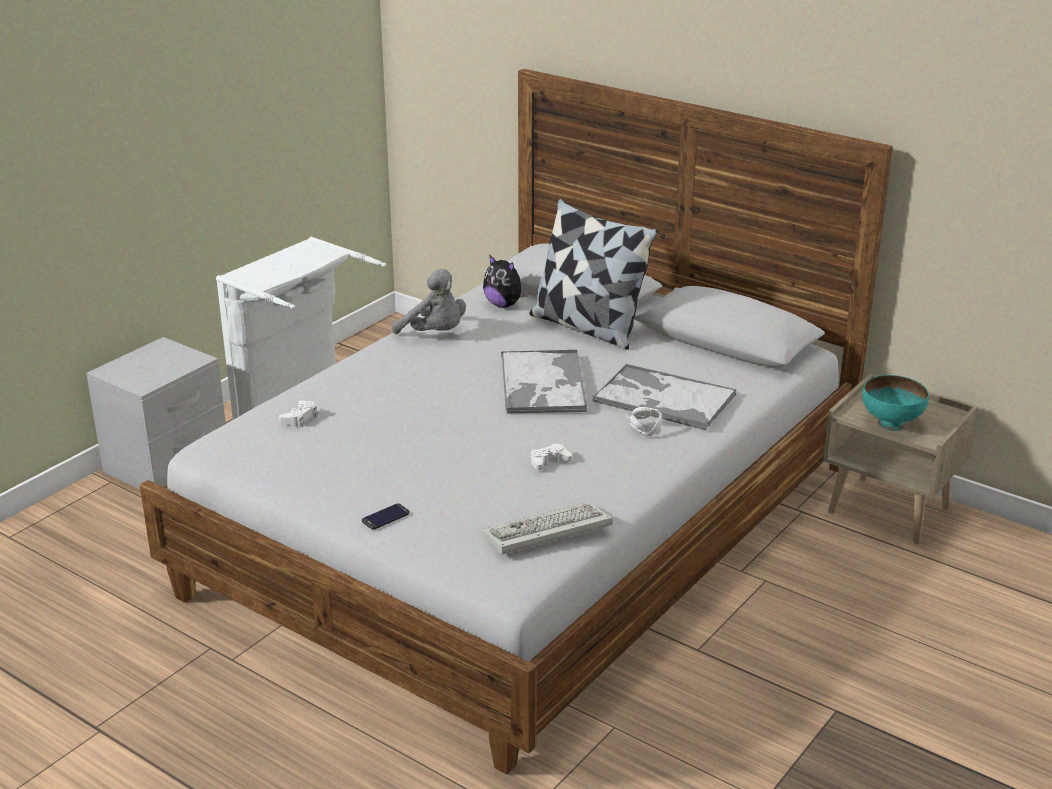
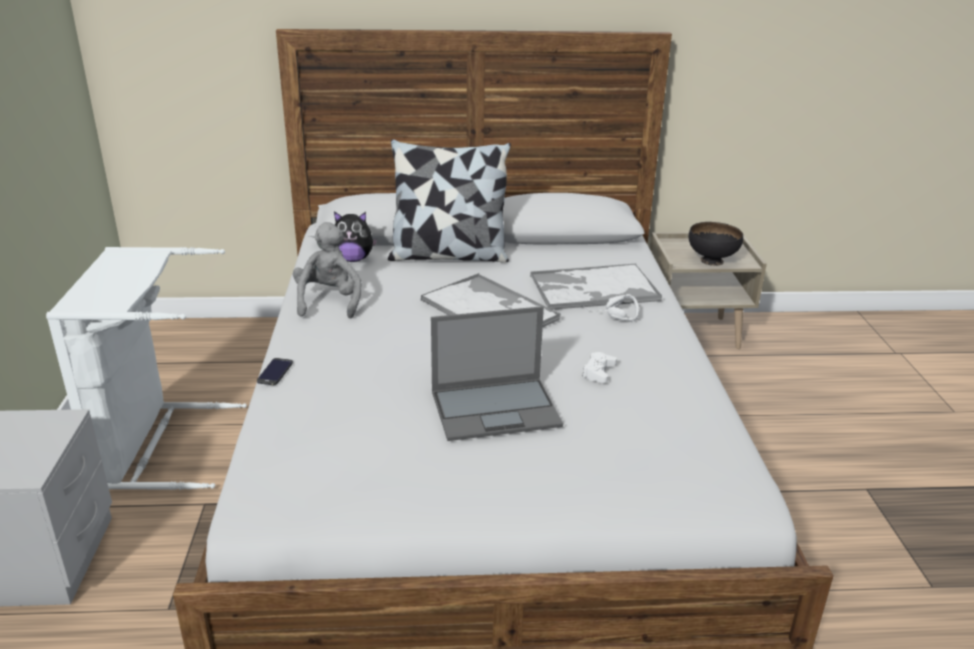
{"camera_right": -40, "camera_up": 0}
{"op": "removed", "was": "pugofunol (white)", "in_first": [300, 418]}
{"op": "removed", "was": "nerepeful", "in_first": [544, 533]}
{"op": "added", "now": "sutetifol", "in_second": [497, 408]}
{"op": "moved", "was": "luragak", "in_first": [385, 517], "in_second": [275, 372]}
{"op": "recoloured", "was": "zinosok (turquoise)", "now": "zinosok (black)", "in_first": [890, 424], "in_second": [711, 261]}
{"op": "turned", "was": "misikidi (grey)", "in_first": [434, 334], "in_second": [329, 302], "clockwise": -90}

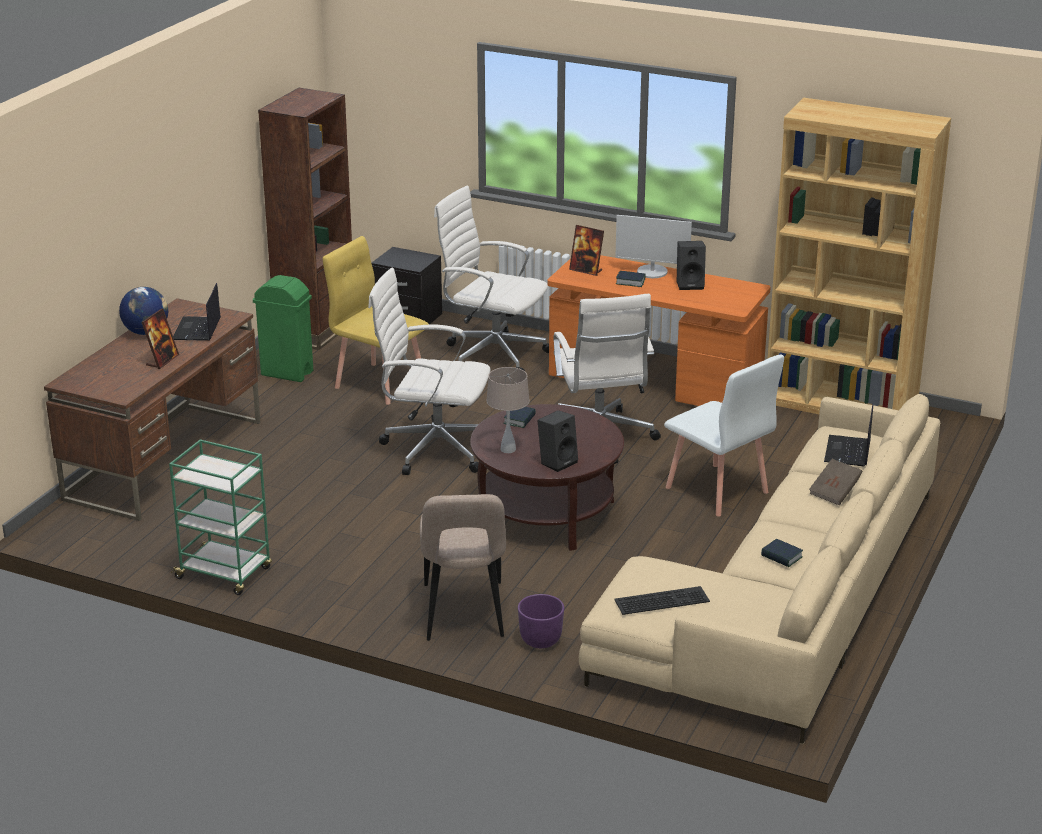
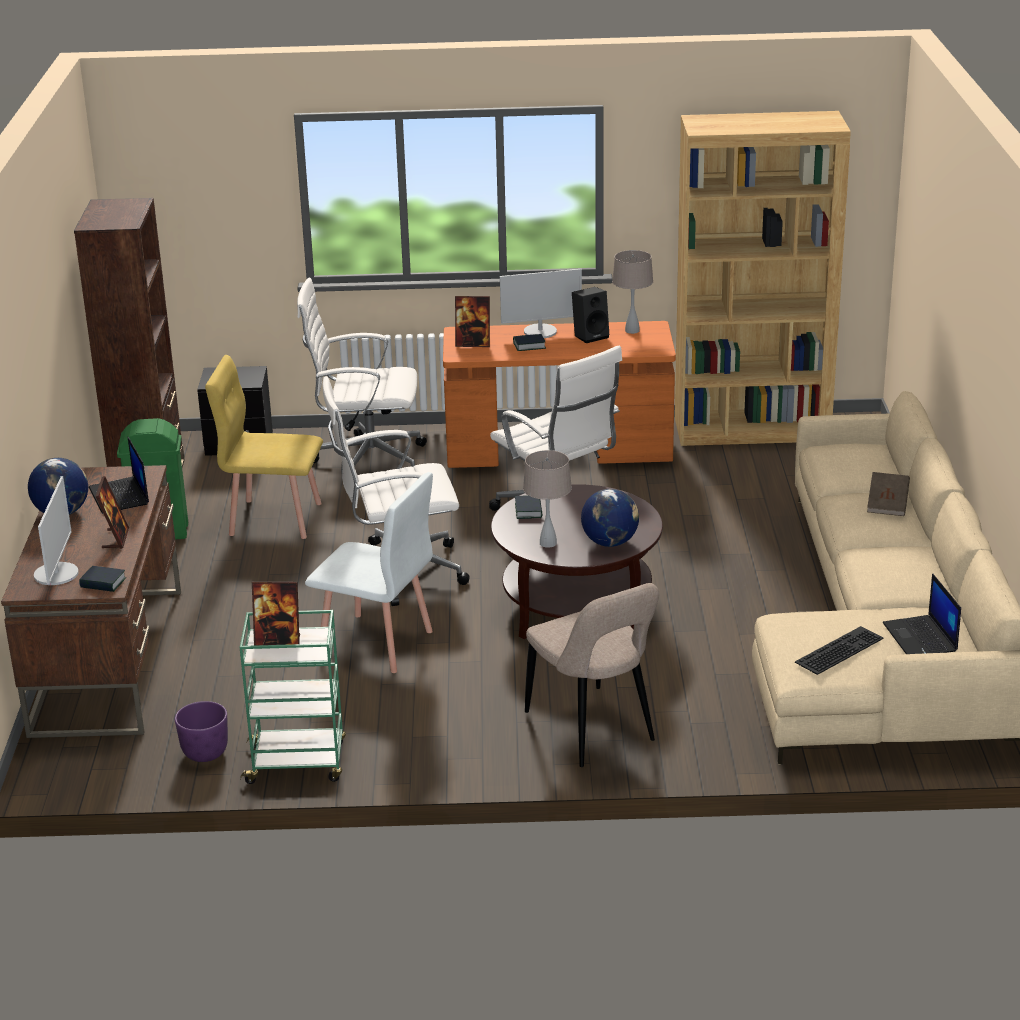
{"camera_right": -25, "camera_up": 0}
{"op": "added", "now": "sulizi", "in_second": [57, 574]}
{"op": "added", "now": "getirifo", "in_second": [278, 641]}
{"op": "added", "now": "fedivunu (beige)", "in_second": [632, 330]}
{"op": "moved", "was": "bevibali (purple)", "in_first": [540, 641], "in_second": [204, 754]}
{"op": "moved", "was": "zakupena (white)", "in_first": [717, 490], "in_second": [376, 643]}
{"op": "moved", "was": "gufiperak", "in_first": [781, 557], "in_second": [103, 583]}
{"op": "moved", "was": "sutetifol", "in_first": [848, 452], "in_second": [921, 638]}
{"op": "replaced", "was": "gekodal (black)", "now": "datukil", "in_first": [557, 462], "in_second": [610, 542]}

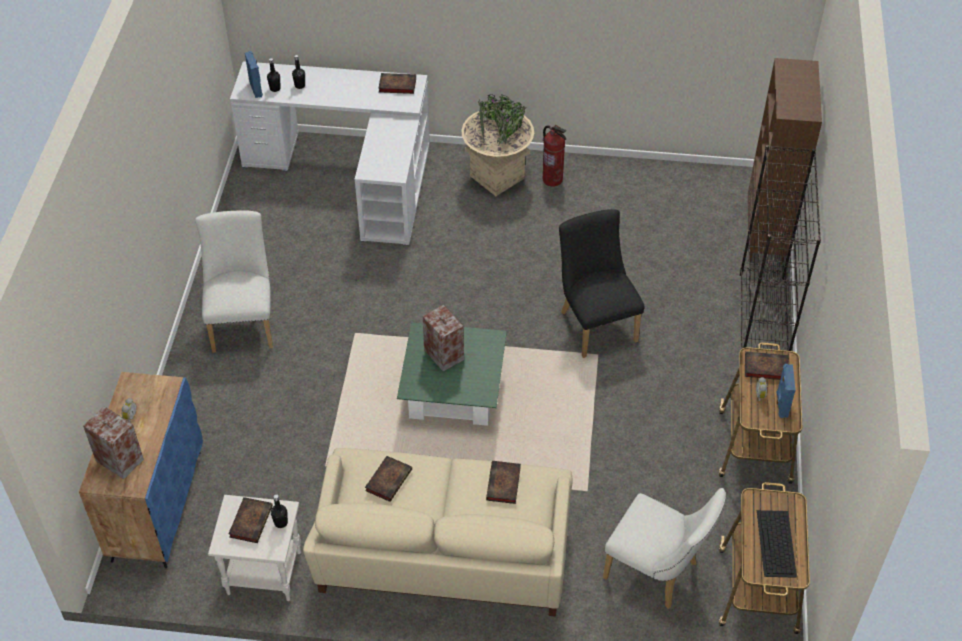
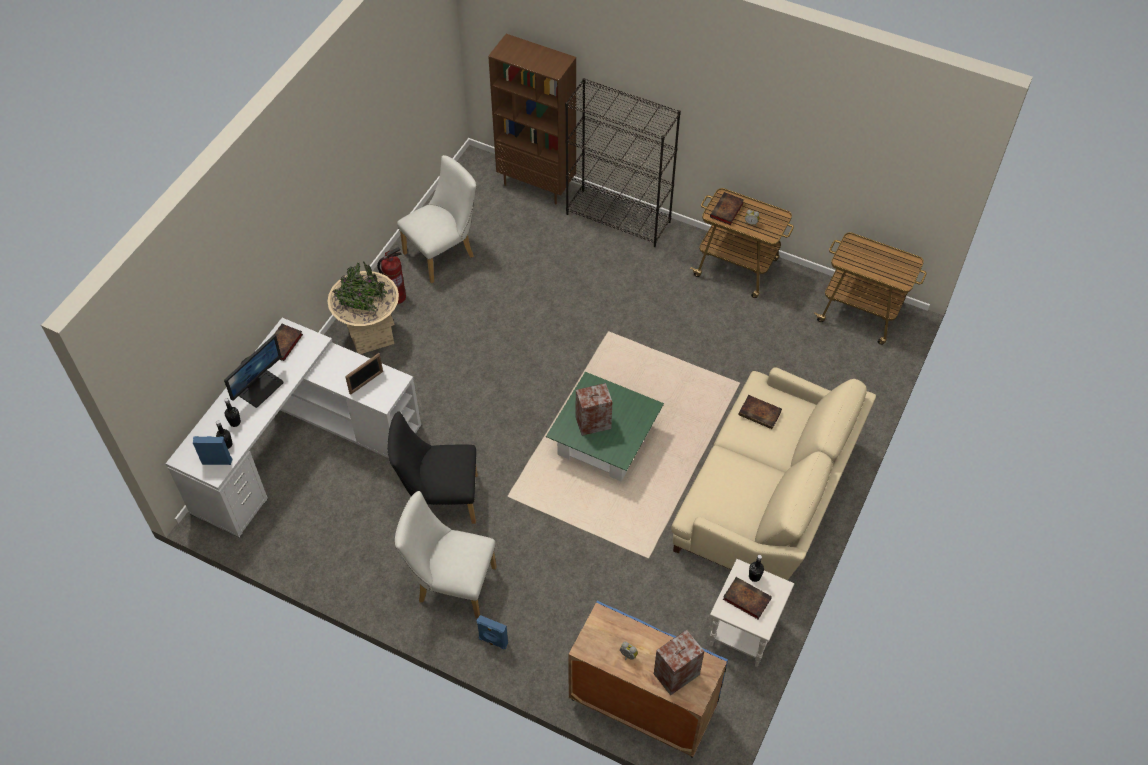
{"camera_right": -70, "camera_up": 5}
{"op": "removed", "was": "gufiperak", "in_first": [389, 479]}
{"op": "removed", "was": "nerepeful", "in_first": [776, 544]}
{"op": "added", "now": "sulizi", "in_second": [260, 388]}
{"op": "added", "now": "getirifo", "in_second": [366, 382]}
{"op": "moved", "was": "zakupena (black)", "in_first": [595, 322], "in_second": [439, 499]}
{"op": "moved", "was": "zakupena (white)", "in_first": [657, 573], "in_second": [443, 253]}
{"op": "moved", "was": "gekodal (blue)", "in_first": [781, 404], "in_second": [493, 641]}

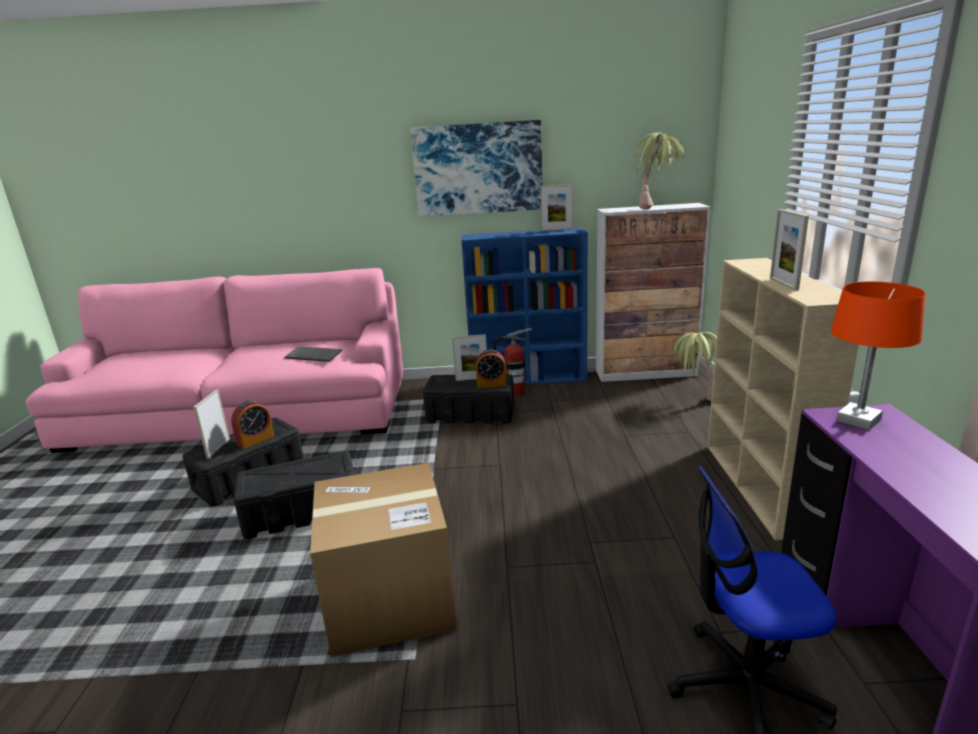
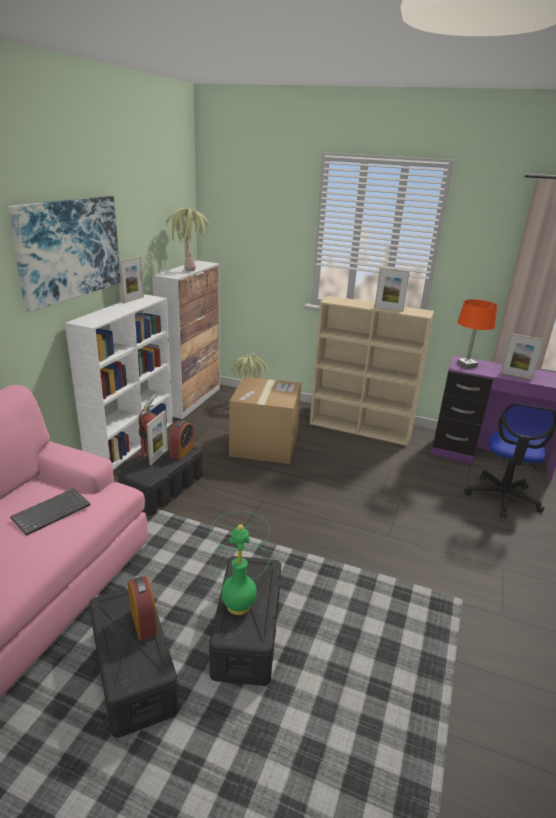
{"camera_right": -70, "camera_up": 5}
{"op": "added", "now": "fedivunu (green)", "in_second": [238, 605]}
{"op": "moved", "was": "getirifo", "in_first": [218, 448], "in_second": [516, 376]}
{"op": "moved", "was": "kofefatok", "in_first": [390, 600], "in_second": [264, 444]}
{"op": "recoloured", "was": "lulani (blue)", "now": "lulani (white)", "in_first": [529, 378], "in_second": [132, 442]}

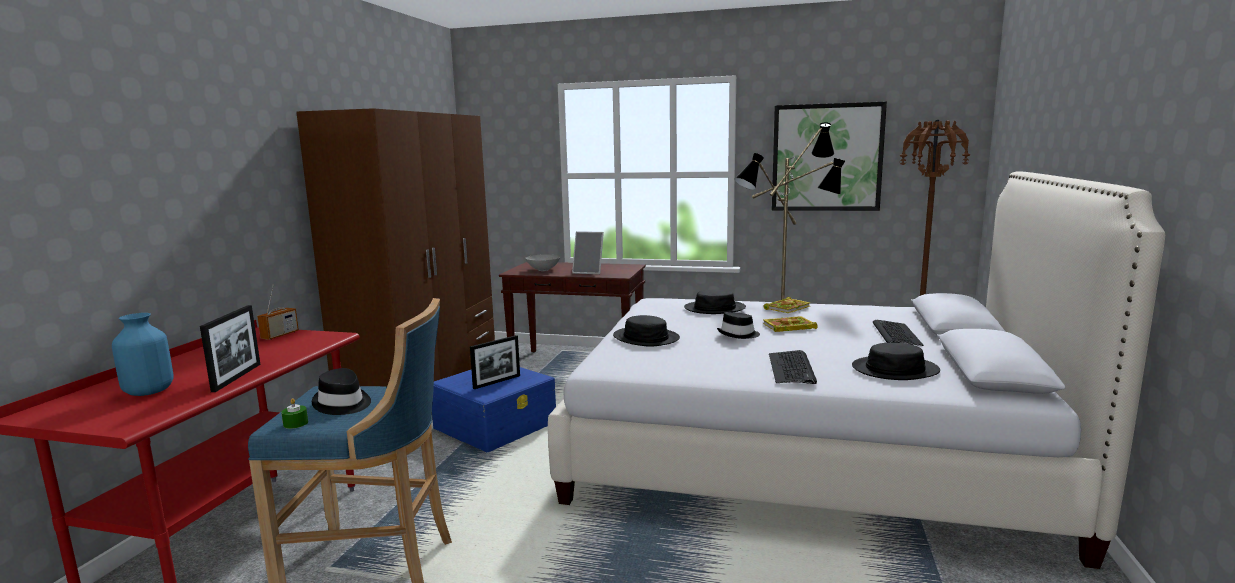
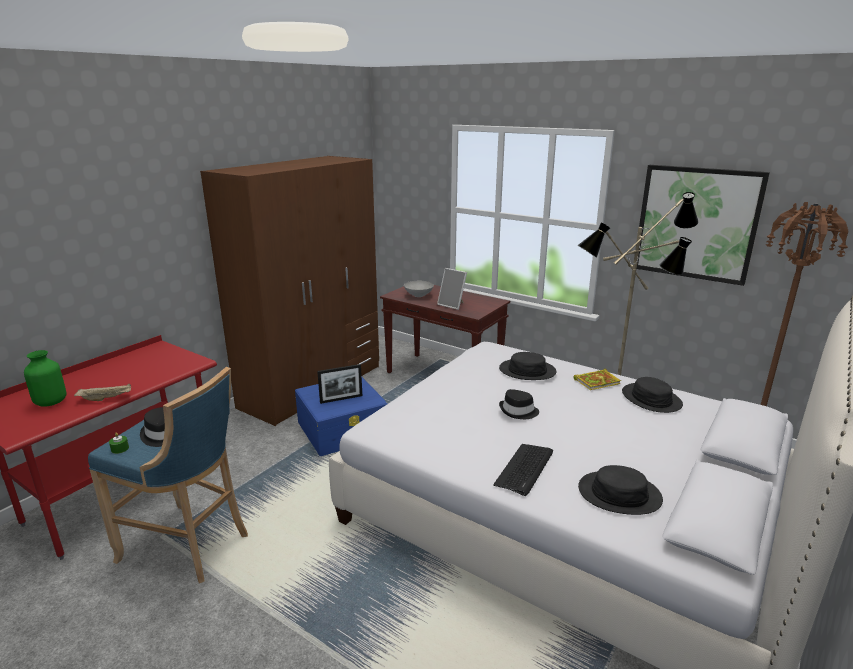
{"camera_right": 20, "camera_up": 10}
{"op": "removed", "was": "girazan", "in_first": [280, 335]}
{"op": "removed", "was": "gufiperak", "in_first": [788, 327]}
{"op": "removed", "was": "nerepeful", "in_first": [895, 334]}
{"op": "moved", "was": "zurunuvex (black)", "in_first": [645, 338], "in_second": [651, 399]}
{"op": "replaced", "was": "getirifo", "now": "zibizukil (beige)", "in_first": [237, 377], "in_second": [106, 398]}
{"op": "recoloured", "was": "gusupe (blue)", "now": "gusupe (green)", "in_first": [150, 391], "in_second": [51, 402]}

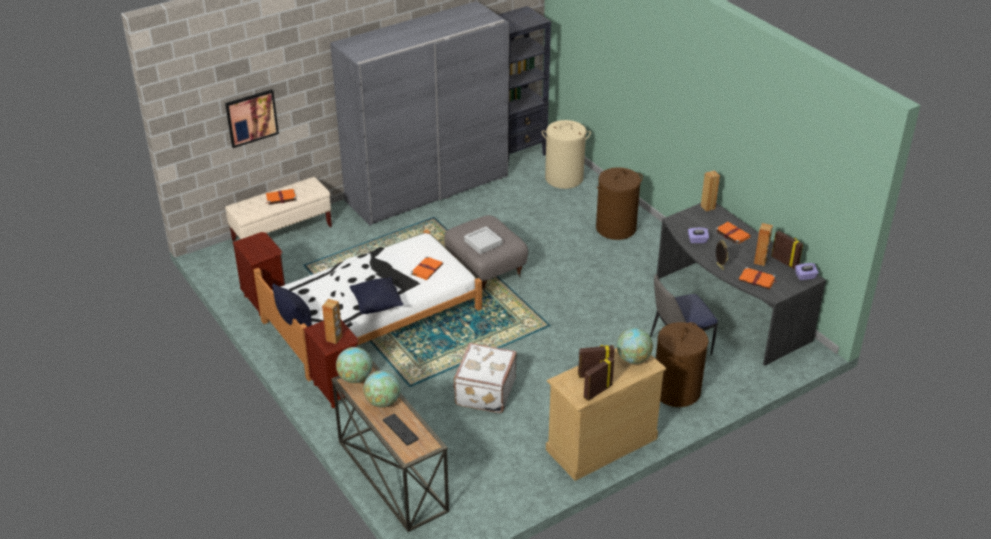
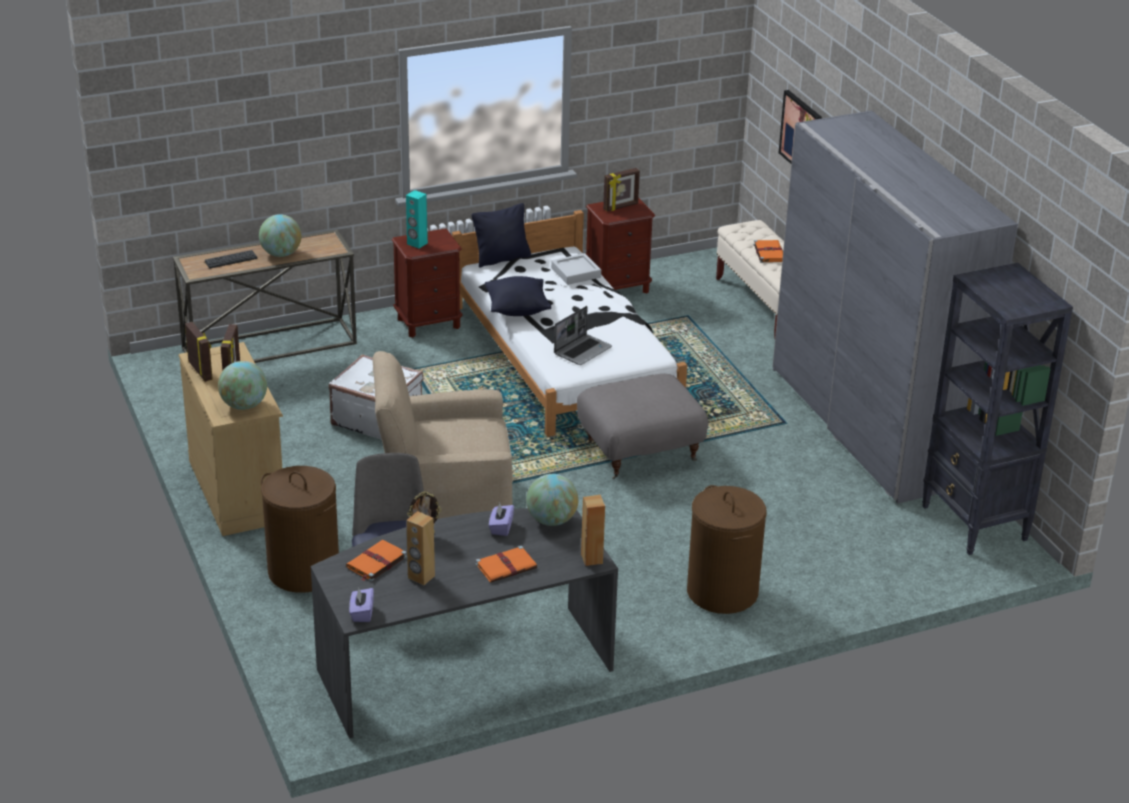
{"camera_right": 100, "camera_up": -5}
{"op": "removed", "was": "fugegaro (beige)", "in_first": [564, 178]}
{"op": "added", "now": "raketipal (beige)", "in_second": [444, 506]}
{"op": "moved", "was": "datukil", "in_first": [355, 378], "in_second": [551, 520]}
{"op": "moved", "was": "zibizukil (grey)", "in_first": [483, 243], "in_second": [576, 273]}
{"op": "moved", "was": "getirifo", "in_first": [785, 262], "in_second": [621, 207]}
{"op": "replaced", "was": "gufiperak (orange)", "now": "sutetifol", "in_first": [427, 269], "in_second": [582, 350]}
{"op": "recoloured", "was": "gekodal (brown)", "now": "gekodal (turquoise)", "in_first": [334, 338], "in_second": [417, 244]}

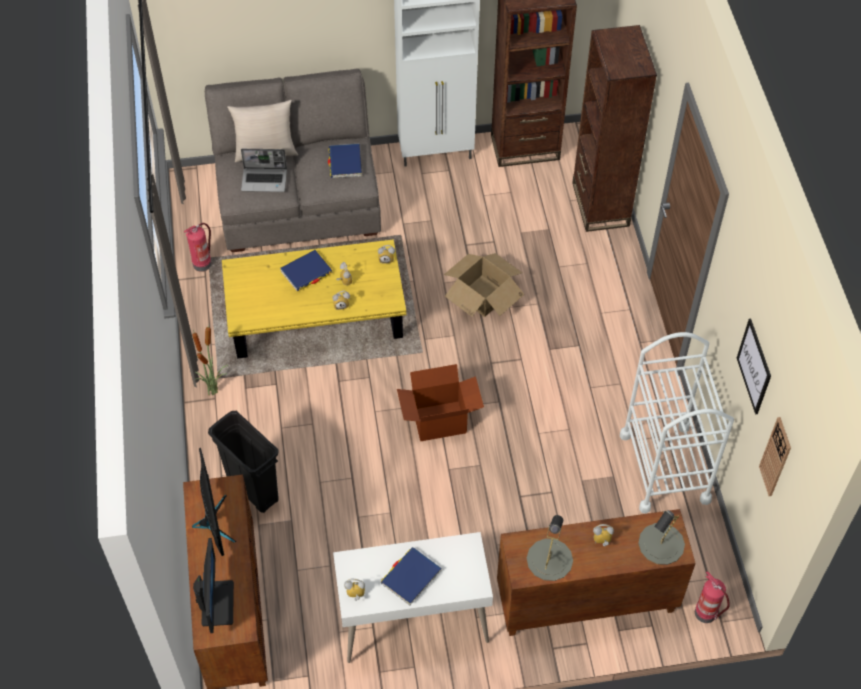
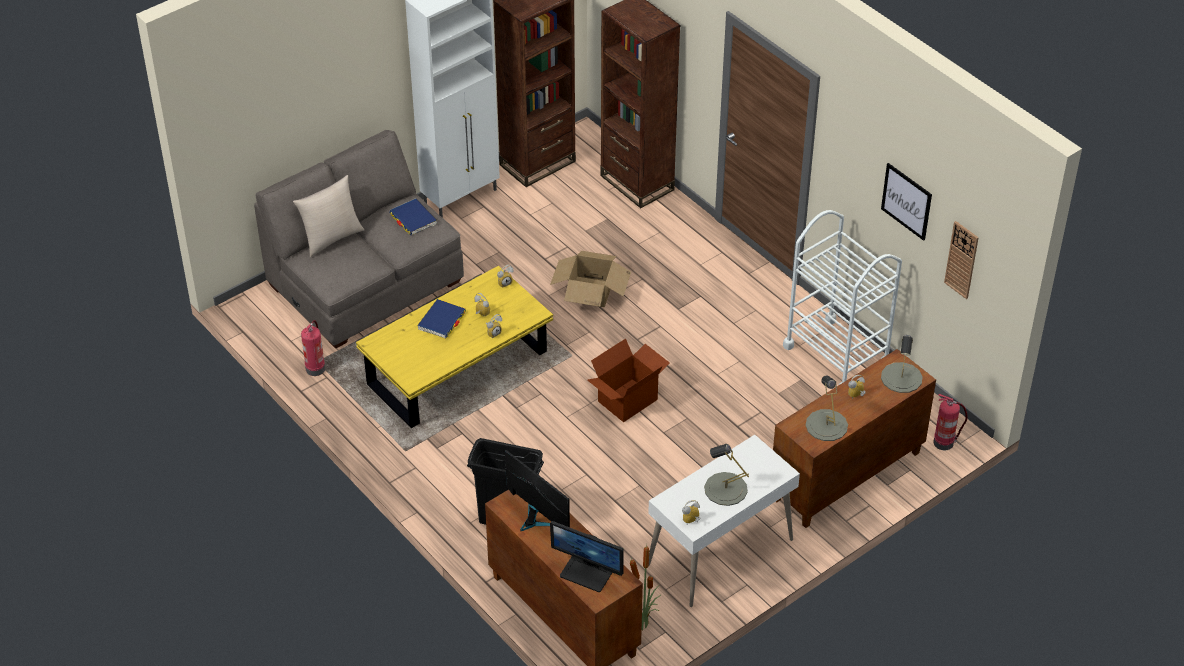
{"camera_right": -30, "camera_up": -10}
{"op": "removed", "was": "sutetifol", "in_first": [265, 180]}
{"op": "moved", "was": "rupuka", "in_first": [214, 390], "in_second": [643, 623]}
{"op": "replaced", "was": "gufiperak (blue)", "now": "fedivunu (grey)", "in_first": [411, 577], "in_second": [725, 489]}
{"op": "turned", "was": "sulizi", "in_first": [216, 603], "in_second": [587, 573], "clockwise": 150}

